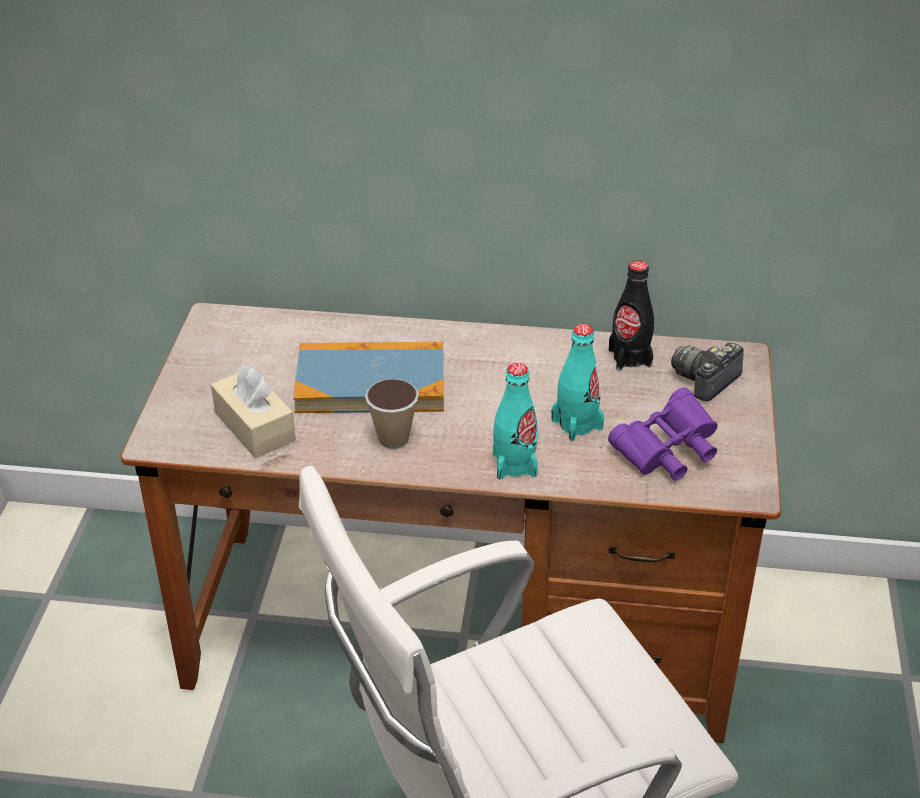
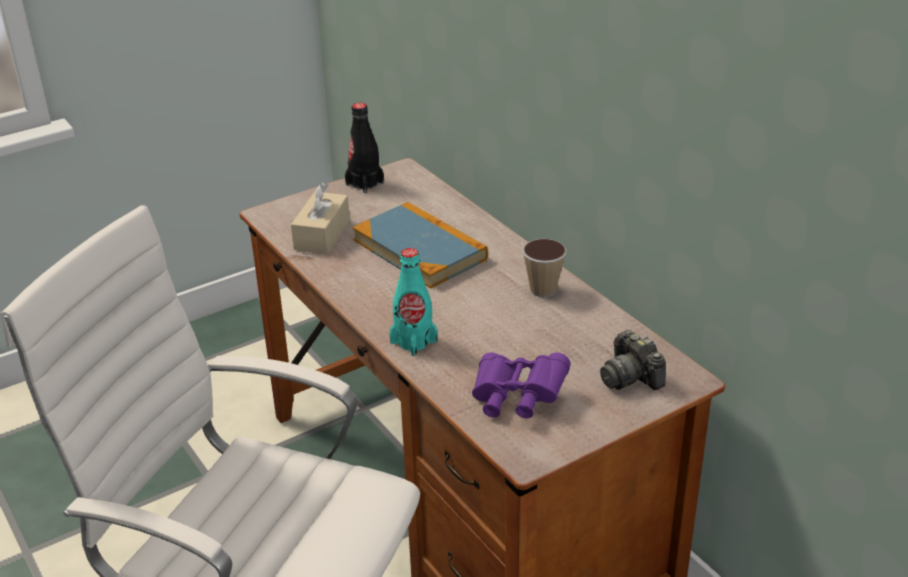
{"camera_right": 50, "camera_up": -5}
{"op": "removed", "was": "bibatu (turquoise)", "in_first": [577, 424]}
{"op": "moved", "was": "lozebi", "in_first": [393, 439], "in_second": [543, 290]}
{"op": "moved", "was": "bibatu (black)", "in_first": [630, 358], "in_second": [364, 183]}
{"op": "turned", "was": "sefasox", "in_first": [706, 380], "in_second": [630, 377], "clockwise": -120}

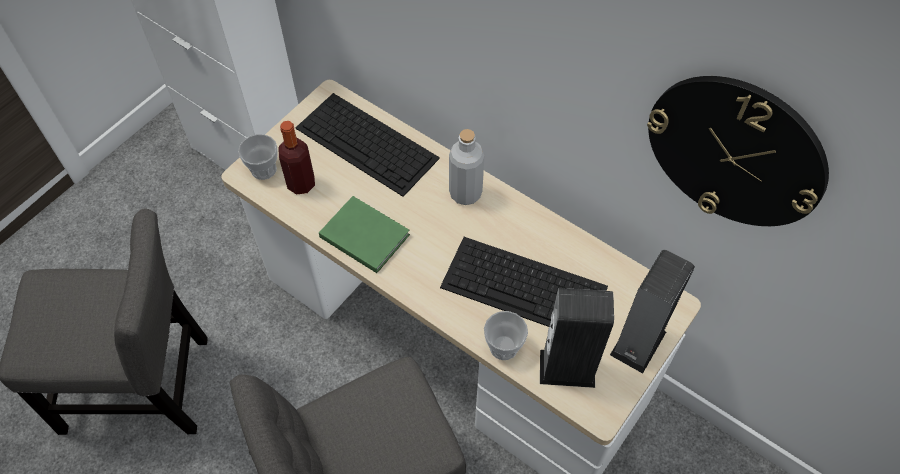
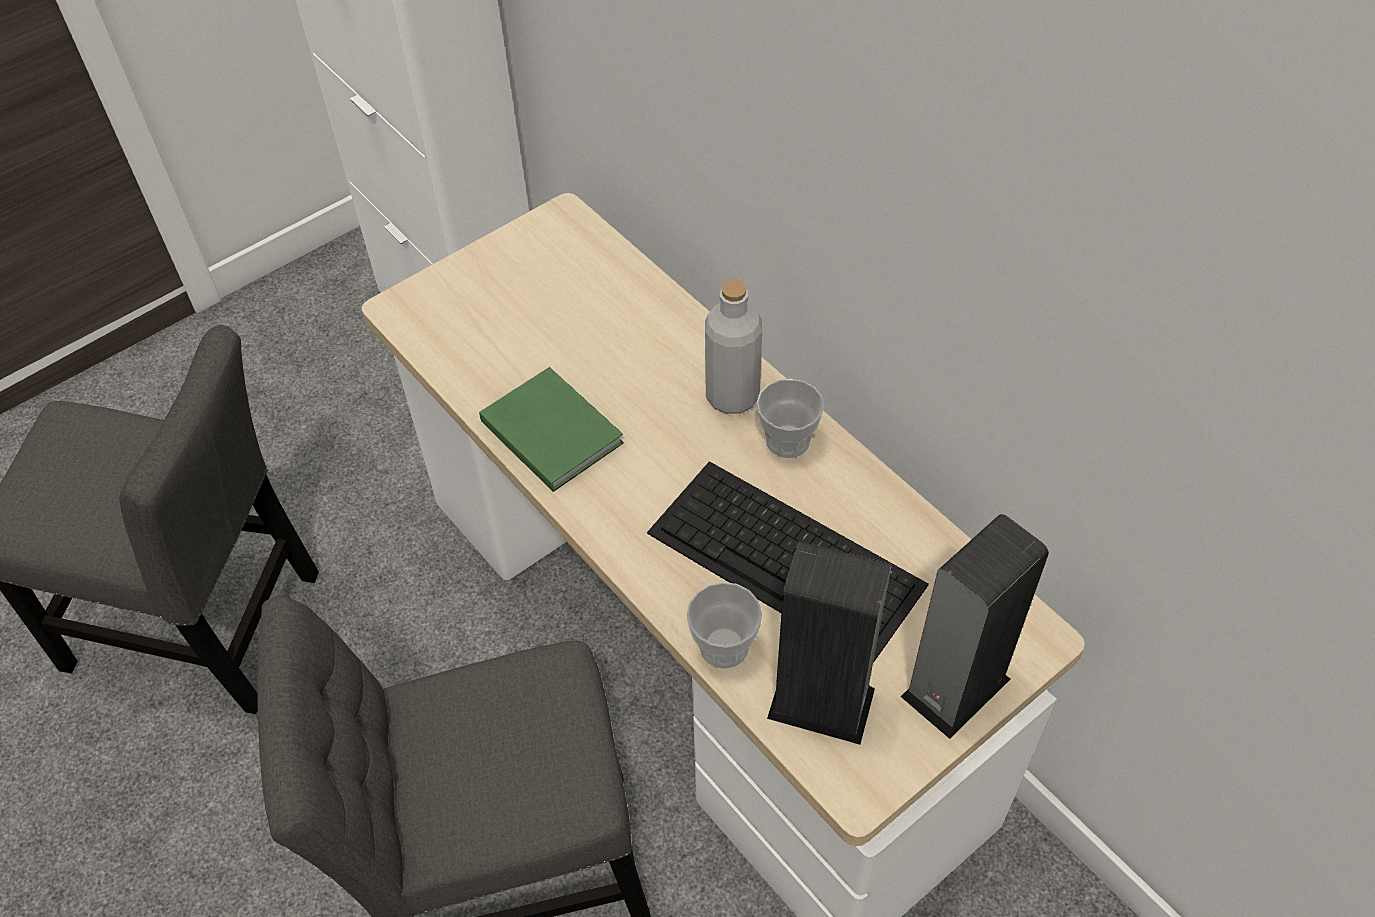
{"camera_right": 15, "camera_up": -5}
{"op": "removed", "was": "bibatu", "in_first": [301, 184]}
{"op": "removed", "was": "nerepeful", "in_first": [368, 143]}
{"op": "removed", "was": "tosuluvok", "in_first": [735, 151]}
{"op": "moved", "was": "lozebi", "in_first": [263, 169], "in_second": [787, 440]}

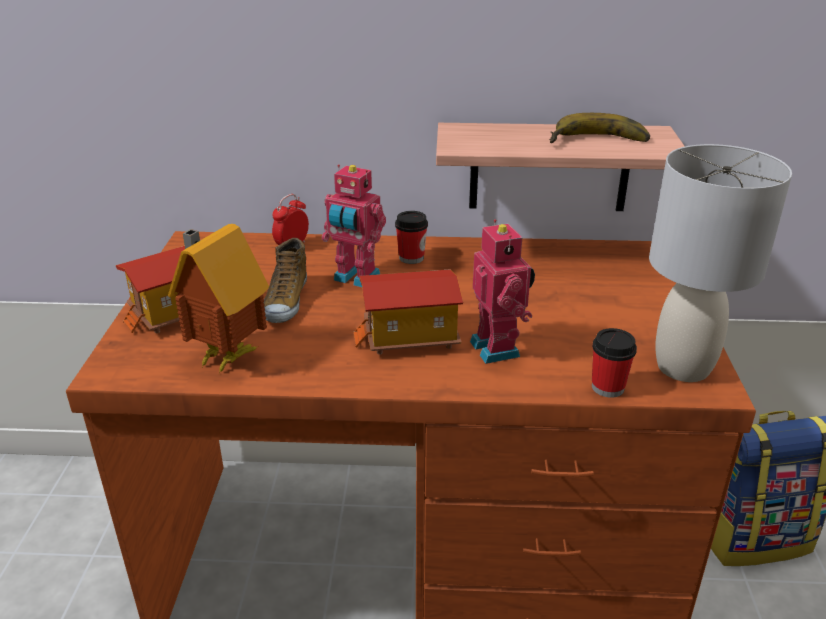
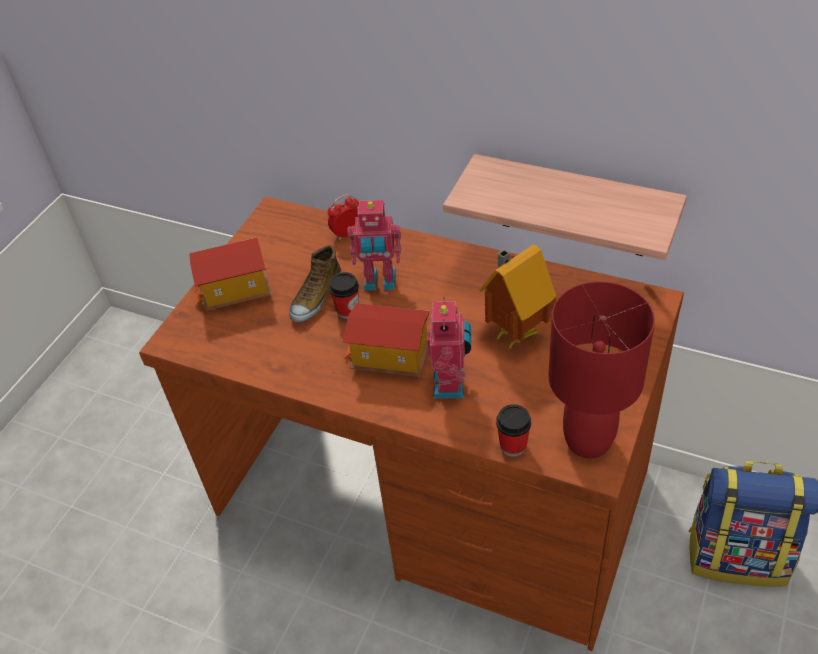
{"camera_right": 25, "camera_up": 15}
{"op": "removed", "was": "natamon", "in_first": [599, 142]}
{"op": "moved", "was": "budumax", "in_first": [225, 356], "in_second": [514, 333]}
{"op": "moved", "was": "lozebi", "in_first": [411, 258], "in_second": [348, 310]}
{"op": "recoloured", "was": "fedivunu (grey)", "now": "fedivunu (red)", "in_first": [684, 367], "in_second": [589, 441]}
{"op": "turned", "was": "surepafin", "in_first": [355, 278], "in_second": [380, 282], "clockwise": -45}

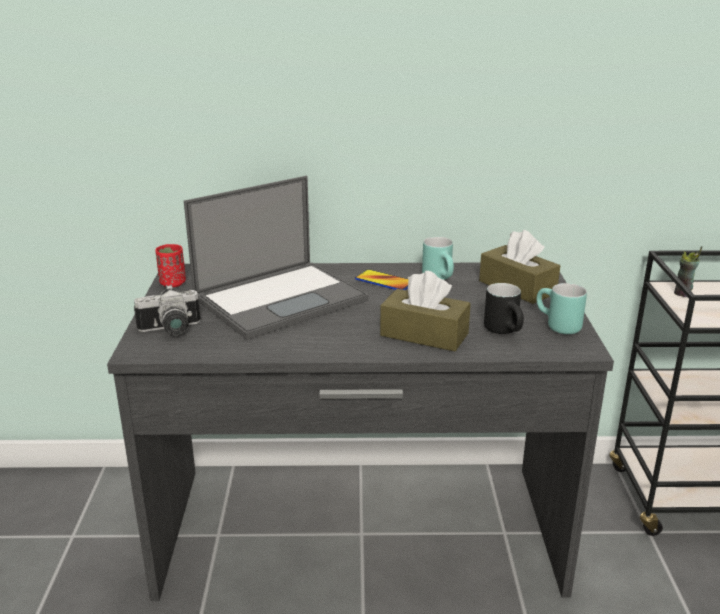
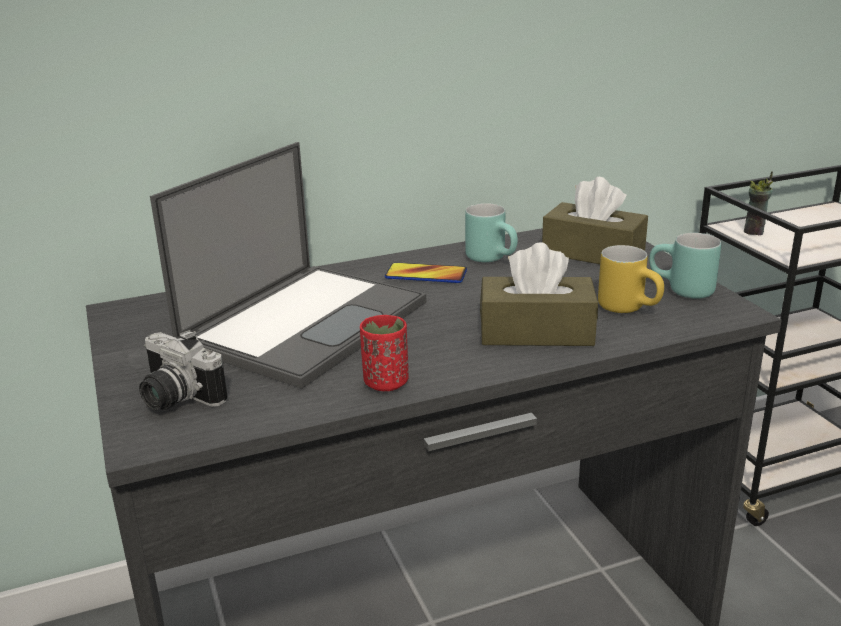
{"camera_right": -20, "camera_up": 0}
{"op": "moved", "was": "lozebi (red)", "in_first": [172, 283], "in_second": [386, 382]}
{"op": "recoloured", "was": "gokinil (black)", "now": "gokinil (yellow)", "in_first": [506, 331], "in_second": [631, 308]}
{"op": "turned", "was": "sefasox", "in_first": [171, 330], "in_second": [174, 399], "clockwise": 75}

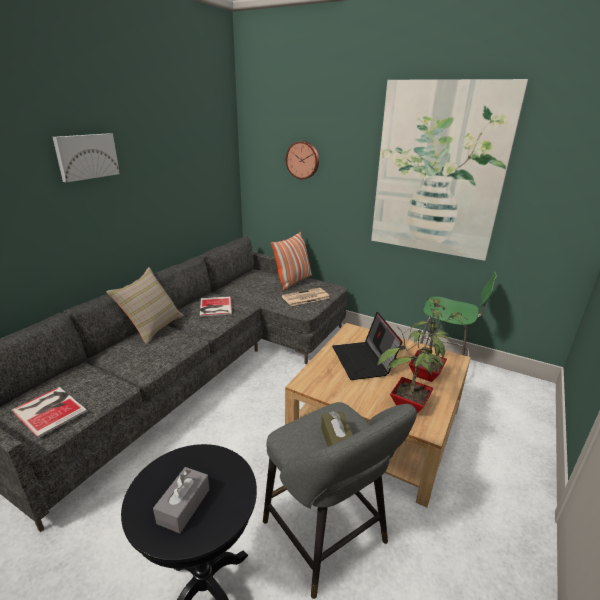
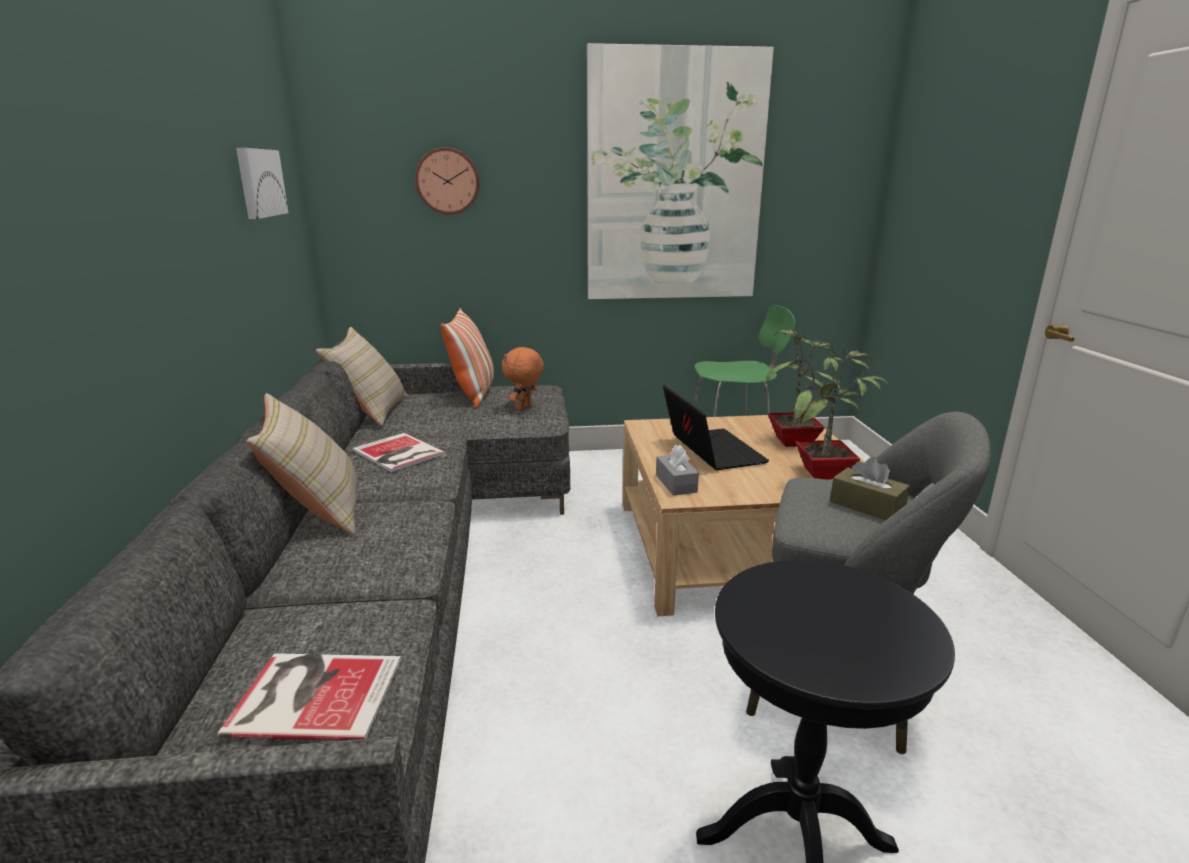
{"camera_right": -35, "camera_up": -5}
{"op": "added", "now": "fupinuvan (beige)", "in_second": [371, 411]}
{"op": "moved", "was": "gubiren", "in_first": [86, 156], "in_second": [259, 183]}
{"op": "moved", "was": "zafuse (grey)", "in_first": [184, 506], "in_second": [676, 483]}
{"op": "replaced", "was": "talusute", "now": "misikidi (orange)", "in_first": [305, 297], "in_second": [524, 407]}
{"op": "turned", "was": "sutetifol", "in_first": [364, 361], "in_second": [710, 451], "clockwise": -150}

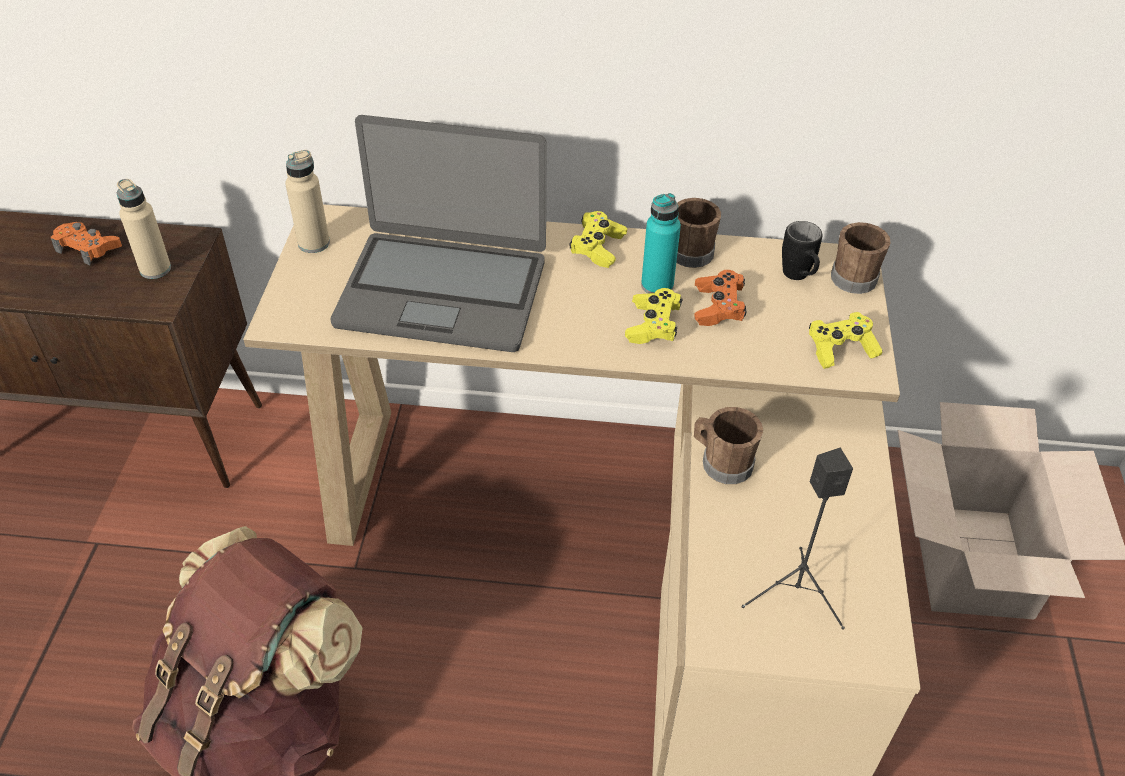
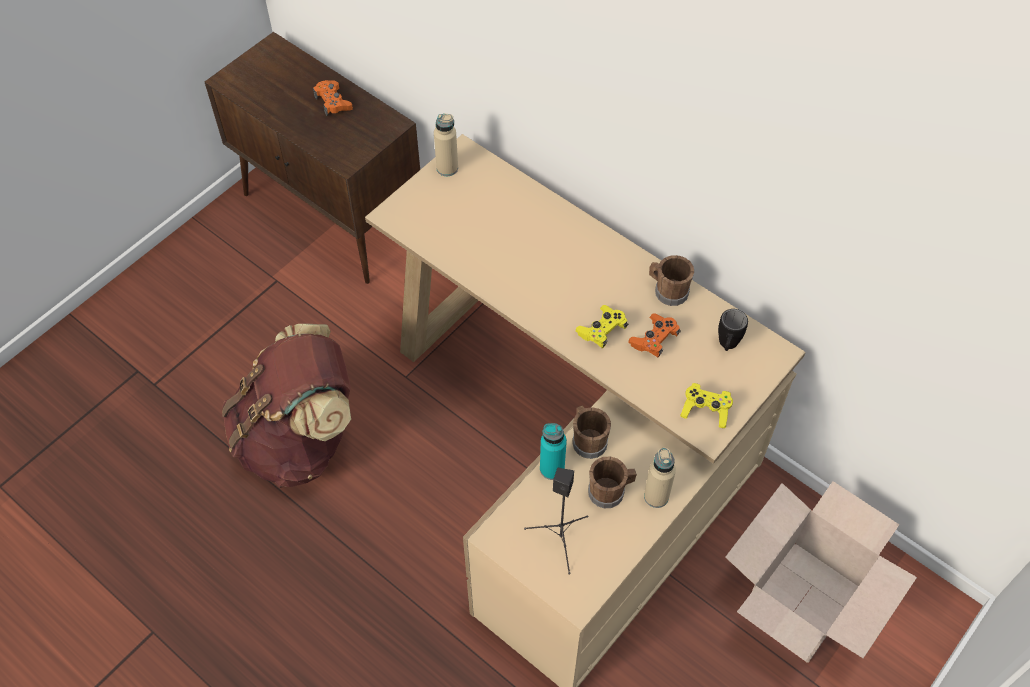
{"camera_right": 35, "camera_up": 10}
{"op": "removed", "was": "sutetifol", "in_first": [443, 291]}
{"op": "removed", "was": "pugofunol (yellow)", "in_first": [598, 248]}
{"op": "moved", "was": "bibatu (beige)", "in_first": [155, 269], "in_second": [656, 496]}
{"op": "moved", "was": "bibatu (turquoise)", "in_first": [657, 285], "in_second": [552, 469]}
{"op": "moved", "was": "gokinil (brown)", "in_first": [856, 276], "in_second": [610, 491]}

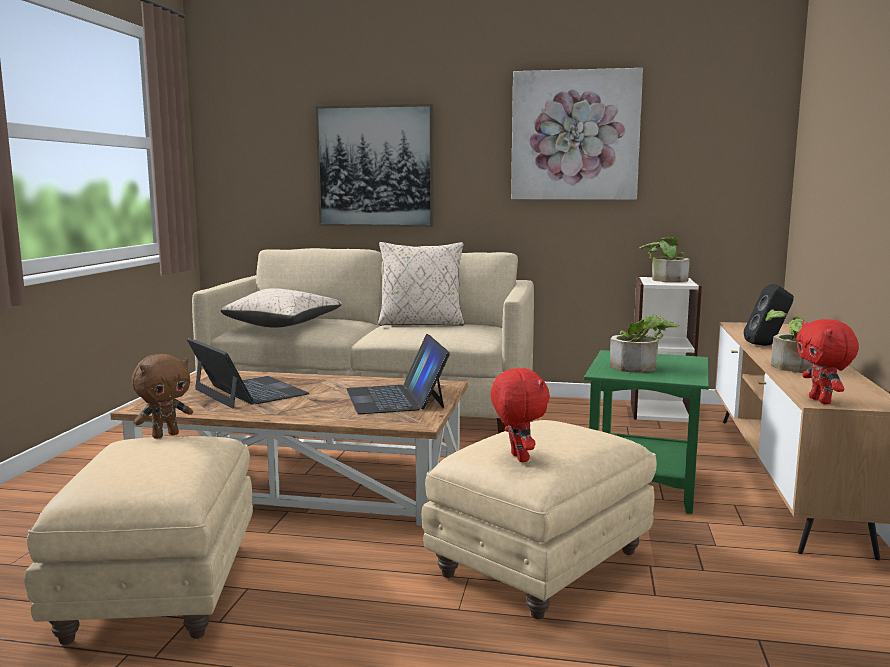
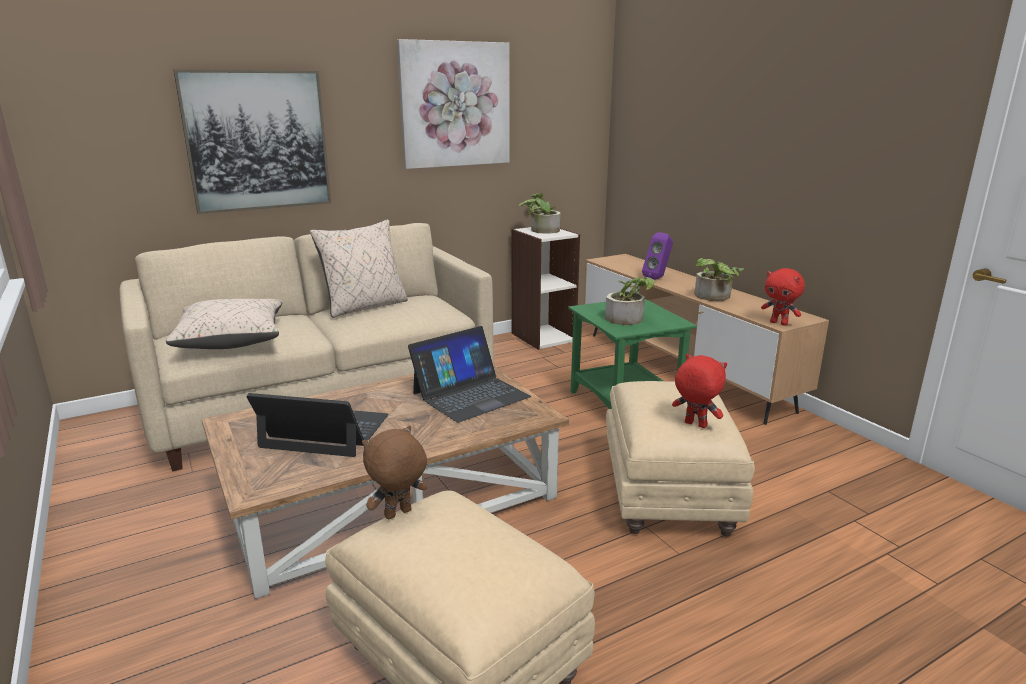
{"camera_right": -40, "camera_up": 10}
{"op": "recoloured", "was": "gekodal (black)", "now": "gekodal (purple)", "in_first": [767, 345], "in_second": [658, 278]}
{"op": "turned", "was": "misikidi (brown)", "in_first": [165, 435], "in_second": [398, 514], "clockwise": -135}
{"op": "turned", "was": "sutetifol", "in_first": [395, 398], "in_second": [470, 395], "clockwise": -75}

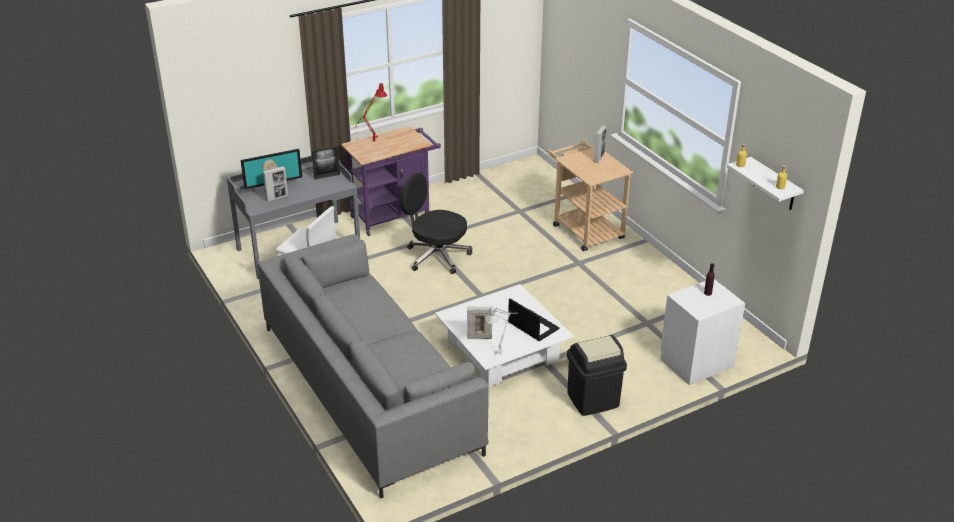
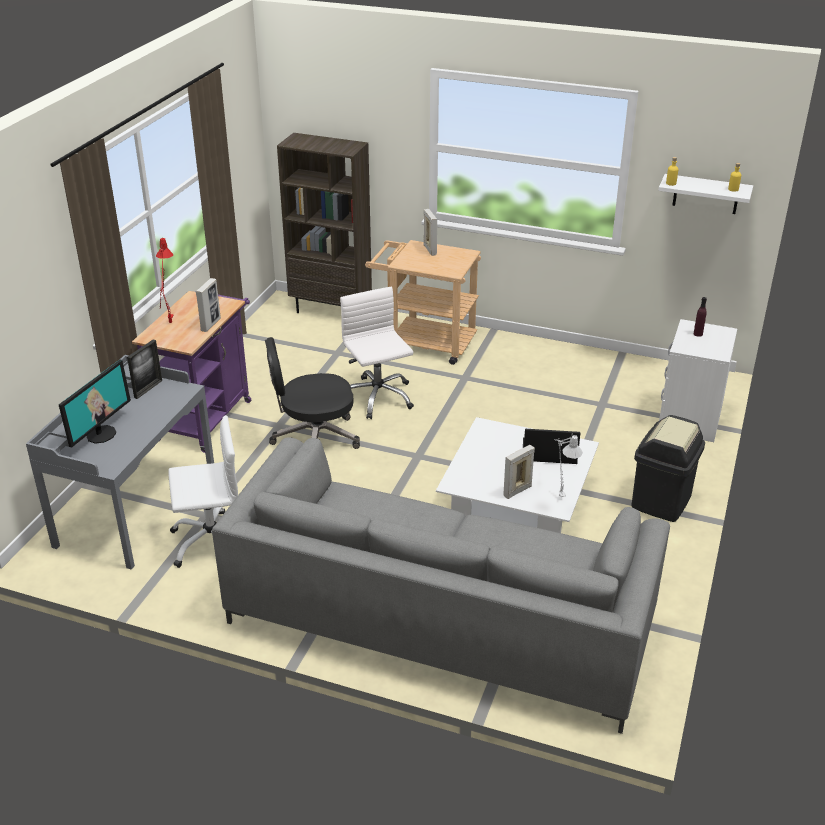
{"camera_right": -40, "camera_up": 0}
{"op": "added", "now": "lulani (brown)", "in_second": [331, 310]}
{"op": "added", "now": "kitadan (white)", "in_second": [377, 397]}
{"op": "moved", "was": "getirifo", "in_first": [277, 198], "in_second": [210, 324]}

